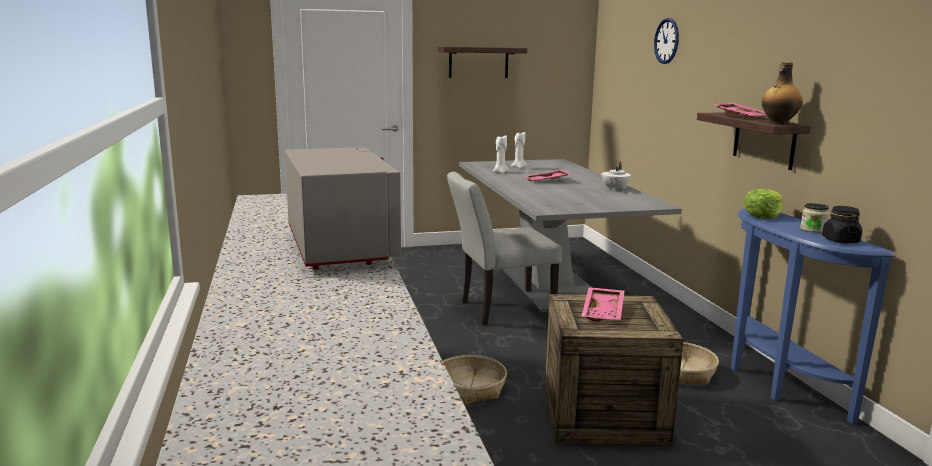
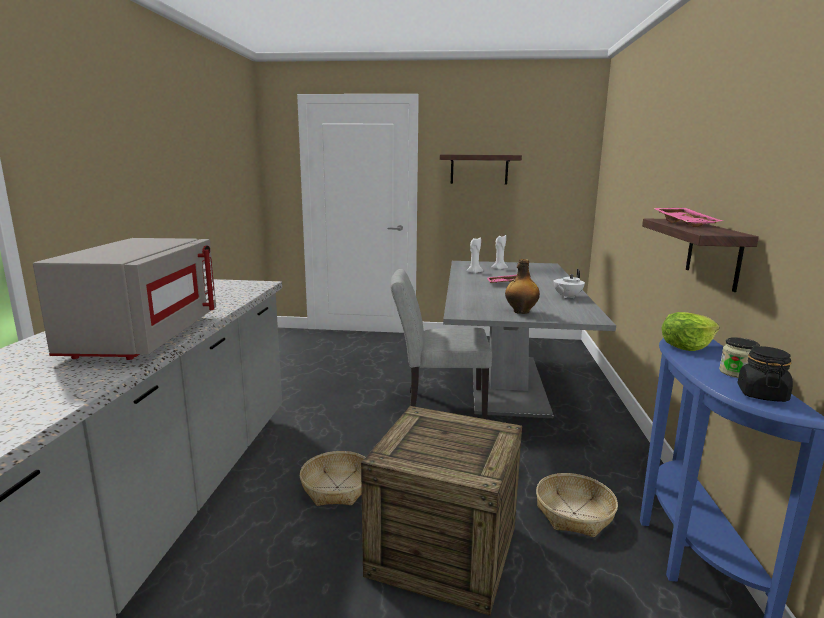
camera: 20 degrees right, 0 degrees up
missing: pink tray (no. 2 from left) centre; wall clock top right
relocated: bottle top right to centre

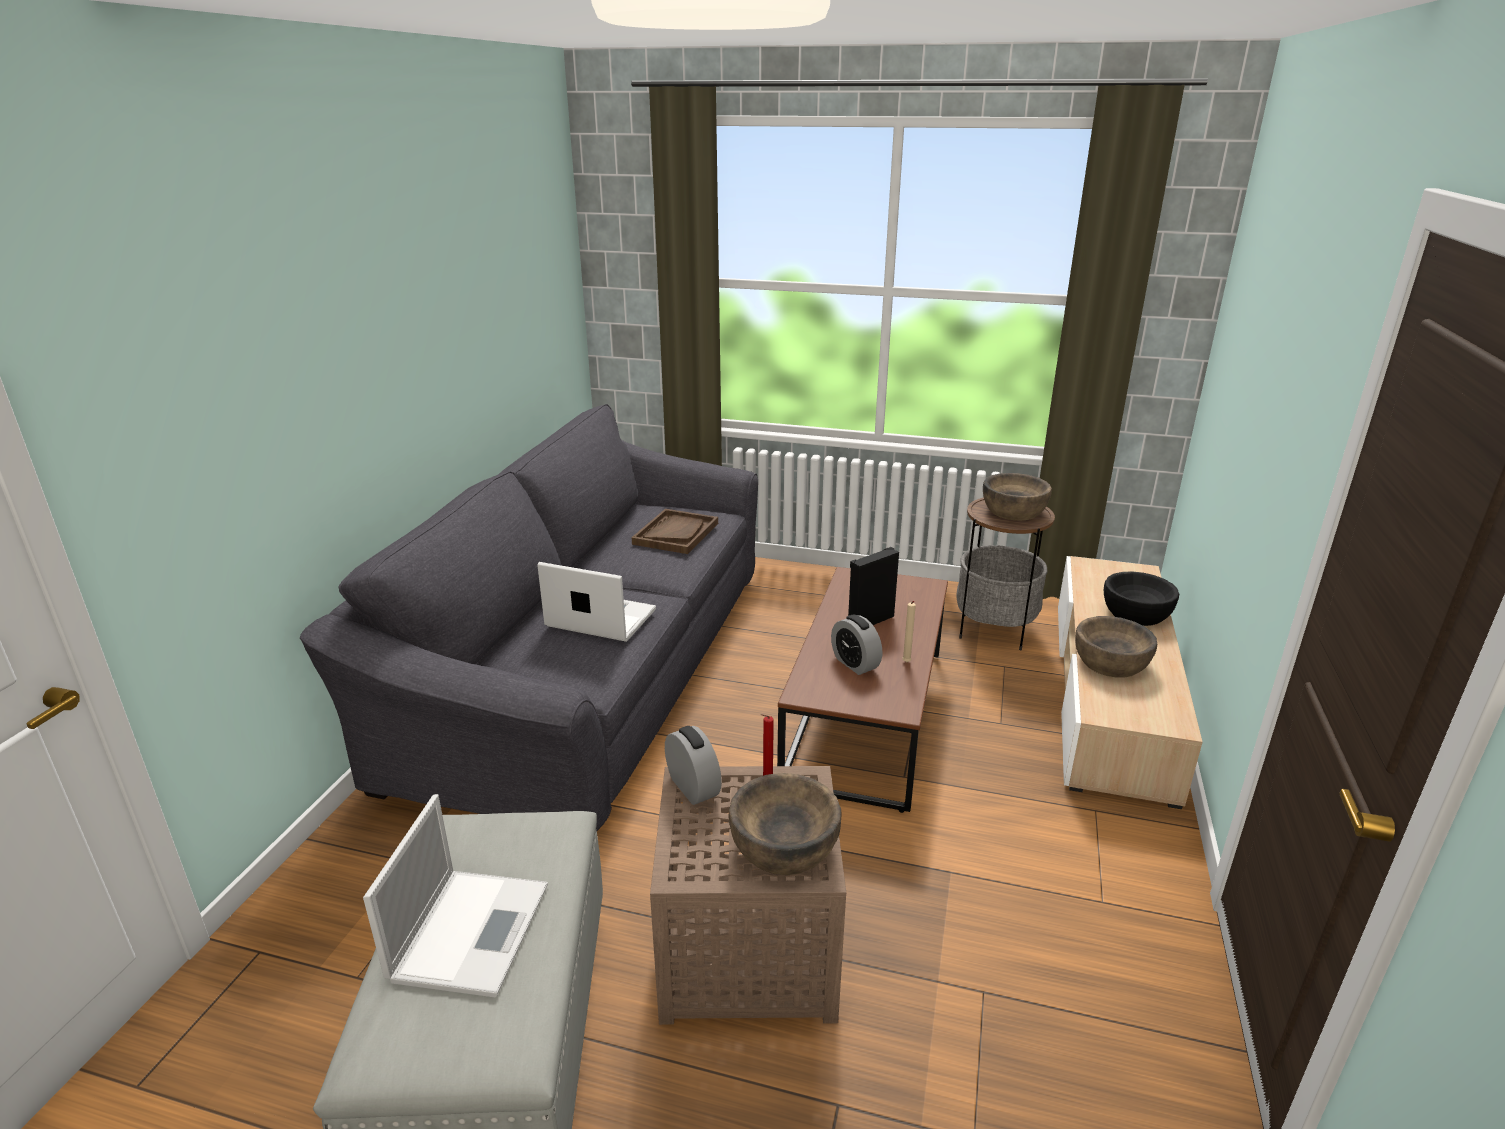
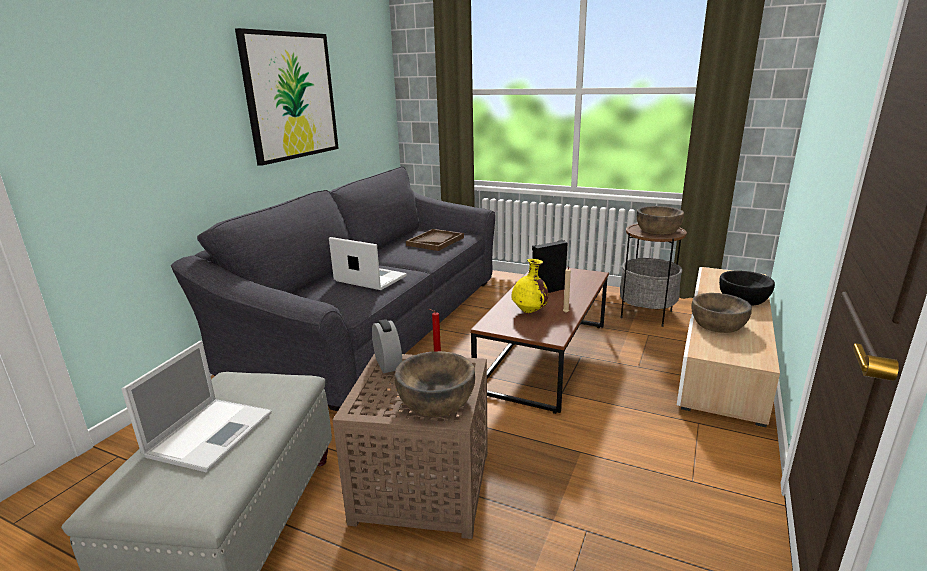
camera: 10 degrees right, 5 degrees down
appeared: picture top left
exchanged: alarm clock (no. 2 from left) centre to yellow vase centre

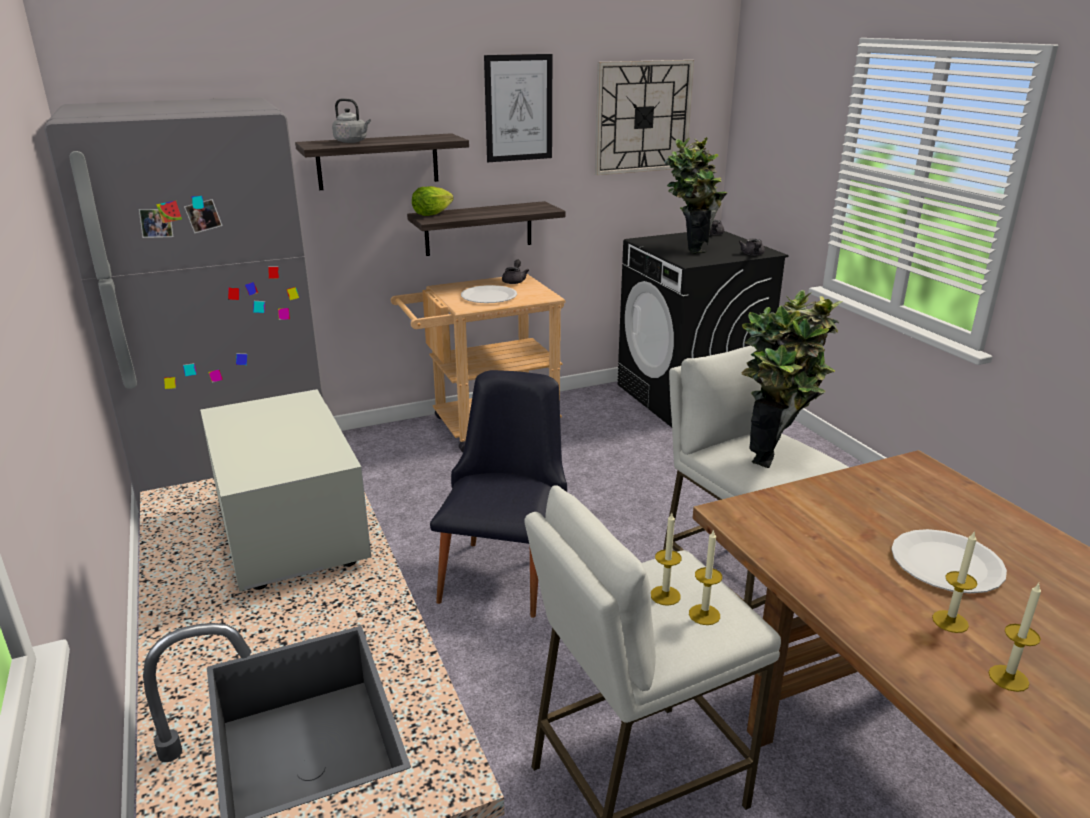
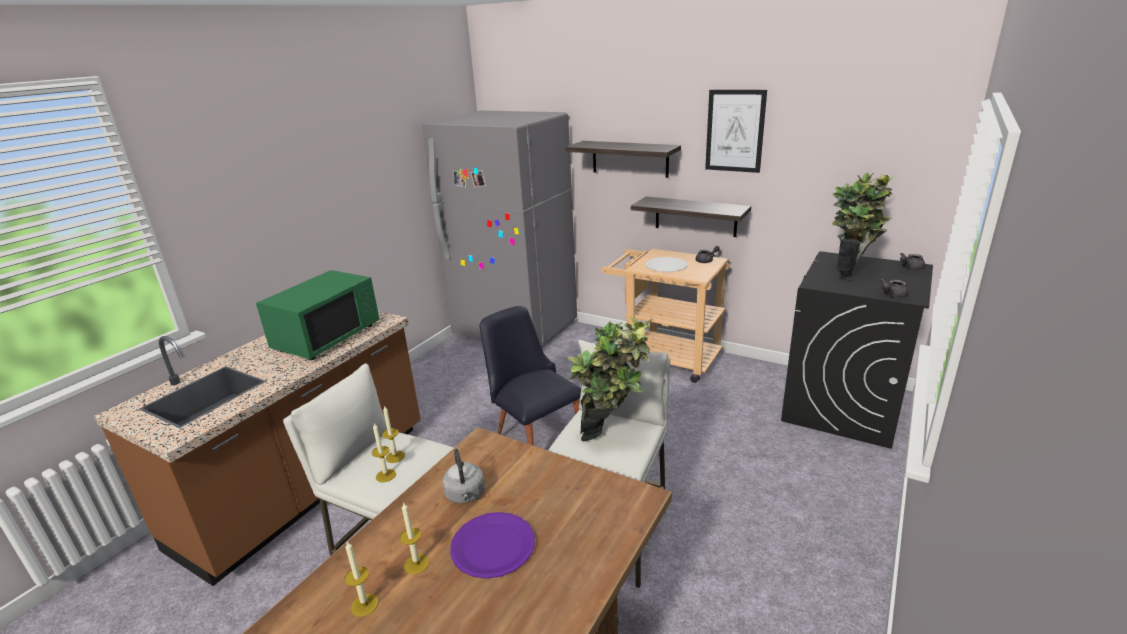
camera: 55 degrees right, 0 degrees up
missing: lettuce top centre; wall clock top centre
relocated: grey kettle top left to bottom centre
colour: white microwave middle left to green microwave middle left; white plate (no. 2 from left) bottom right to purple plate bottom centre
spun: black chair centre = centre 105 degrees counterclockwise

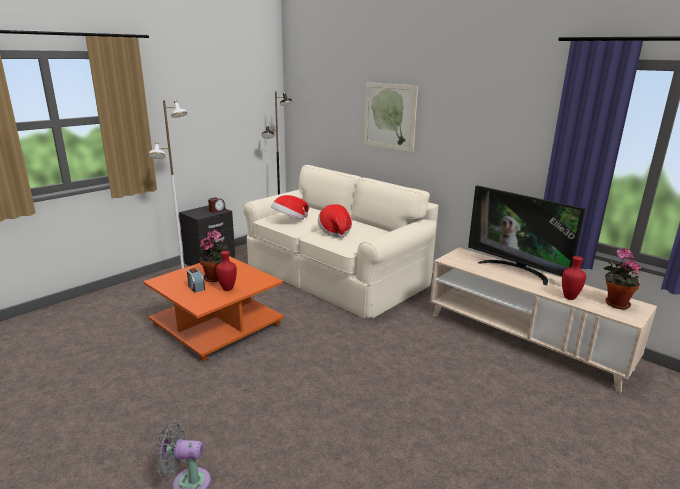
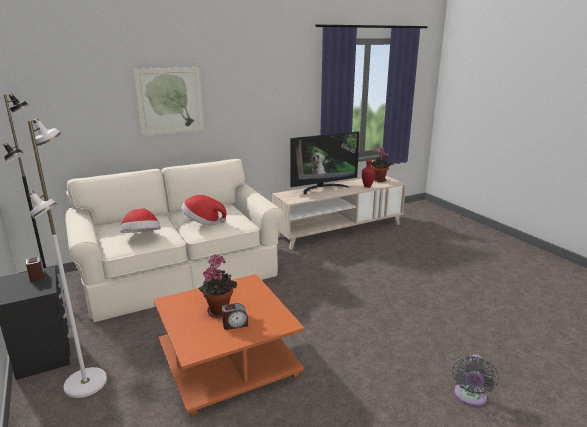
camera: 70 degrees left, 0 degrees up
missing: red vase (no. 1 from left) middle left

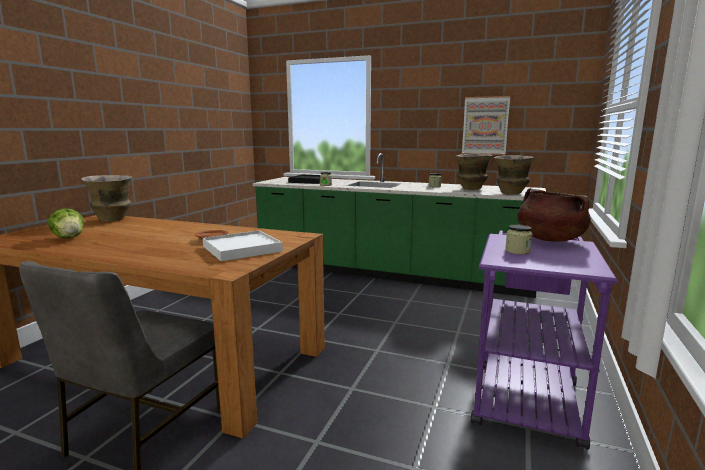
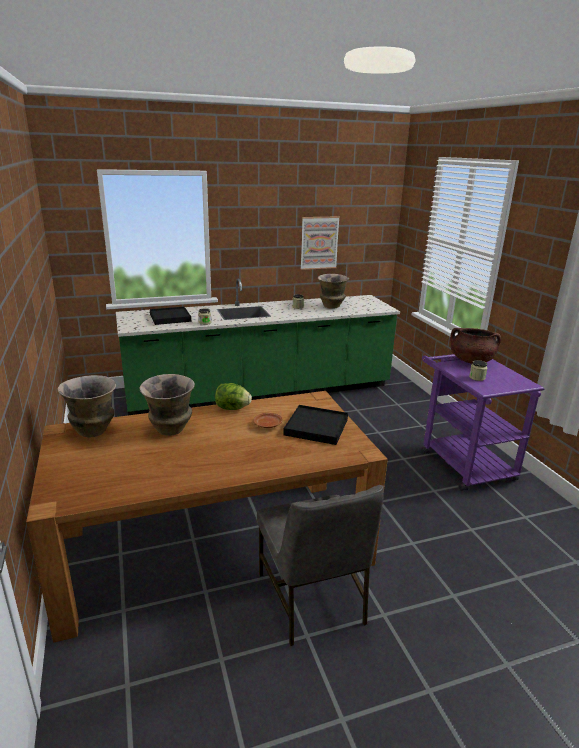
camera: 40 degrees left, 10 degrees up
relocated: vase (no. 3 from left in the first image) middle right to vase (no. 2 from left) middle left; lettuce middle left to centre
colour: white tray centre to black tray (no. 2 from left) centre

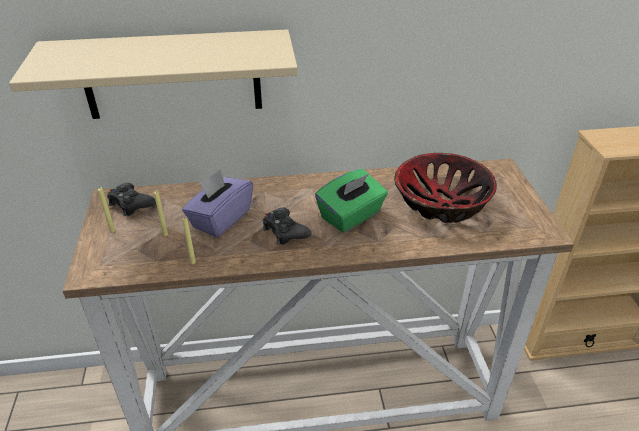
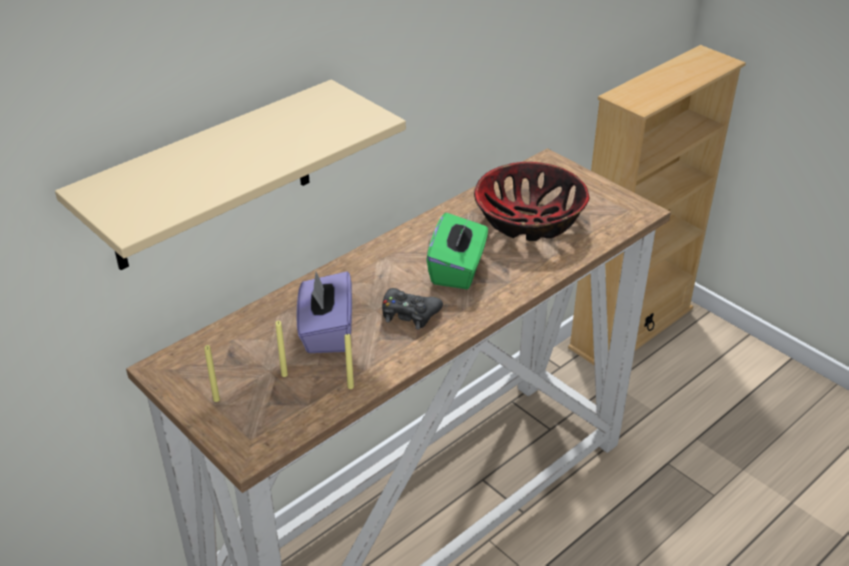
camera: 35 degrees left, 0 degrees up
missing: black game controller (no. 1 from left) middle left

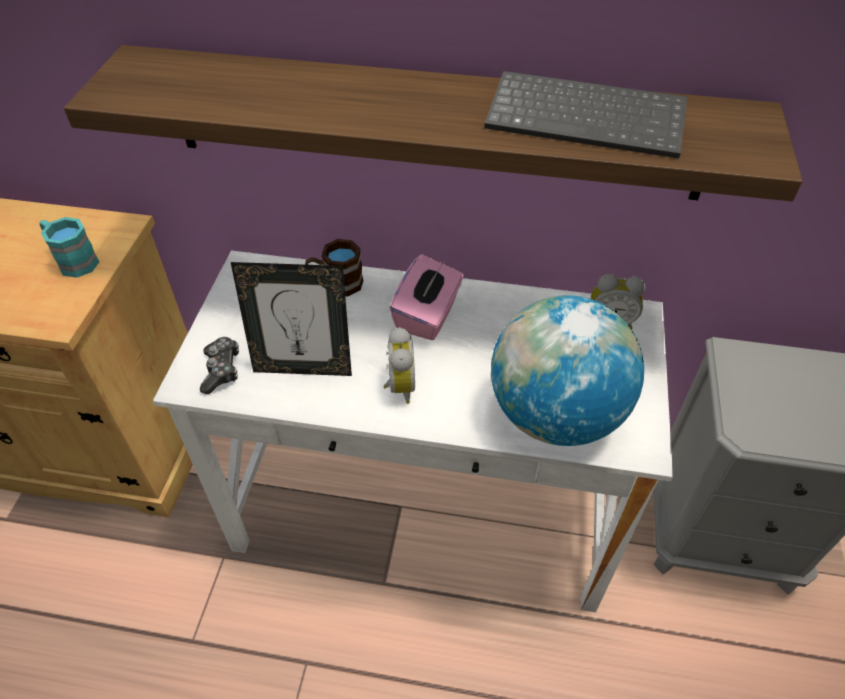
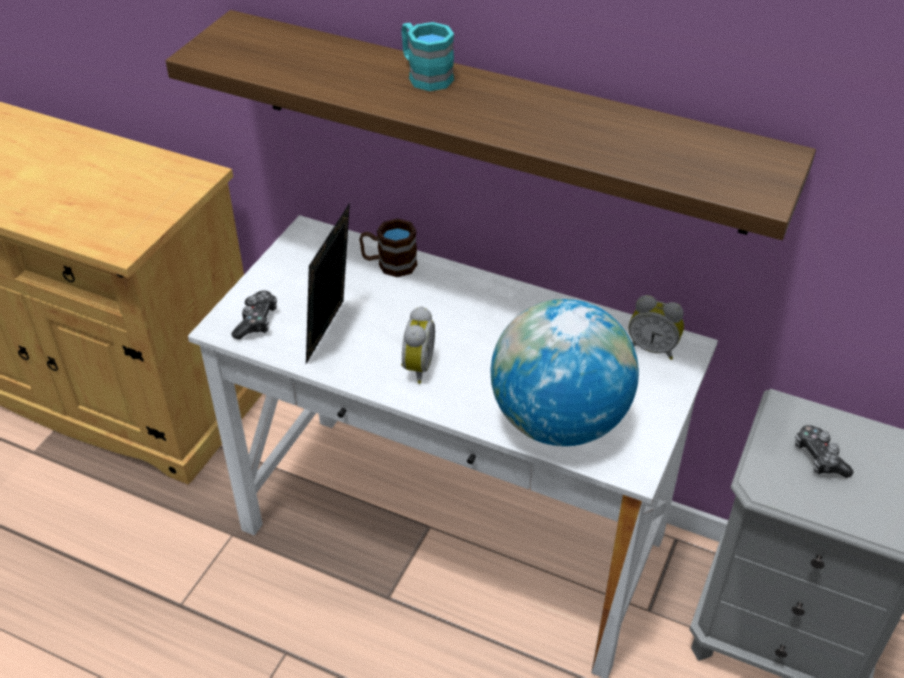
camera: 15 degrees right, 5 degrees down
missing: pink tissue box centre; keyboard top right
appeared: game controller (no. 2 from left) middle right
relocated: turquoise mug middle left to top centre
spun: picture frame centre = centre 90 degrees clockwise

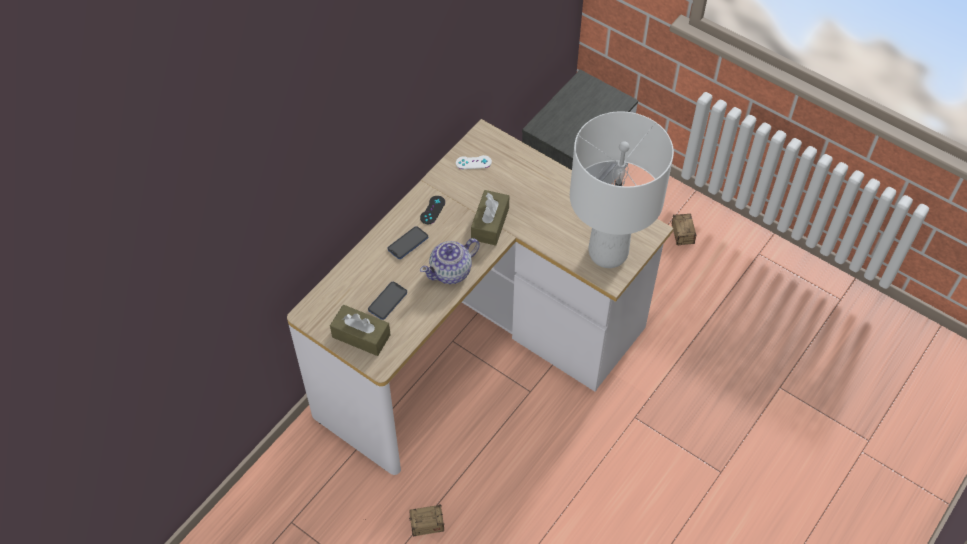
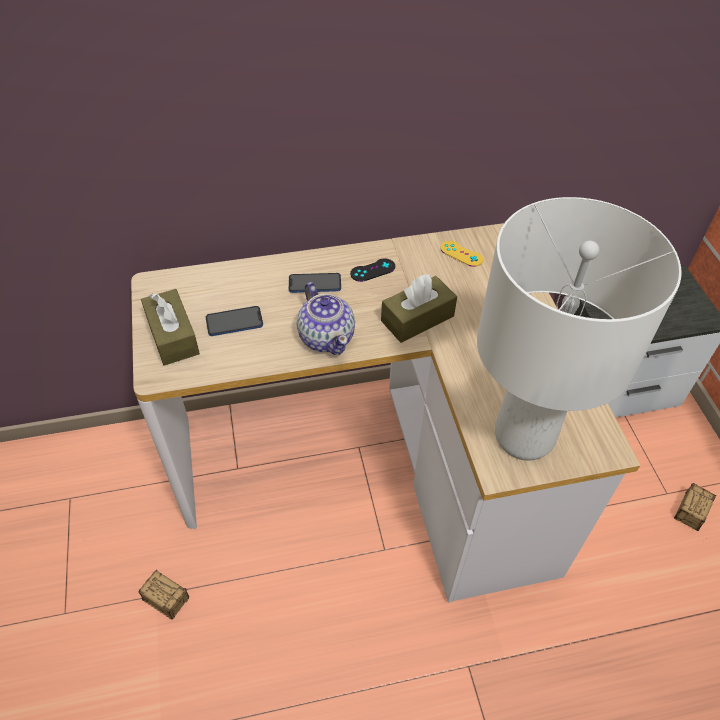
camera: 40 degrees right, 5 degrees down
colour: white game controller top centre to yellow game controller centre
spun: teapot centre = centre 120 degrees counterclockwise

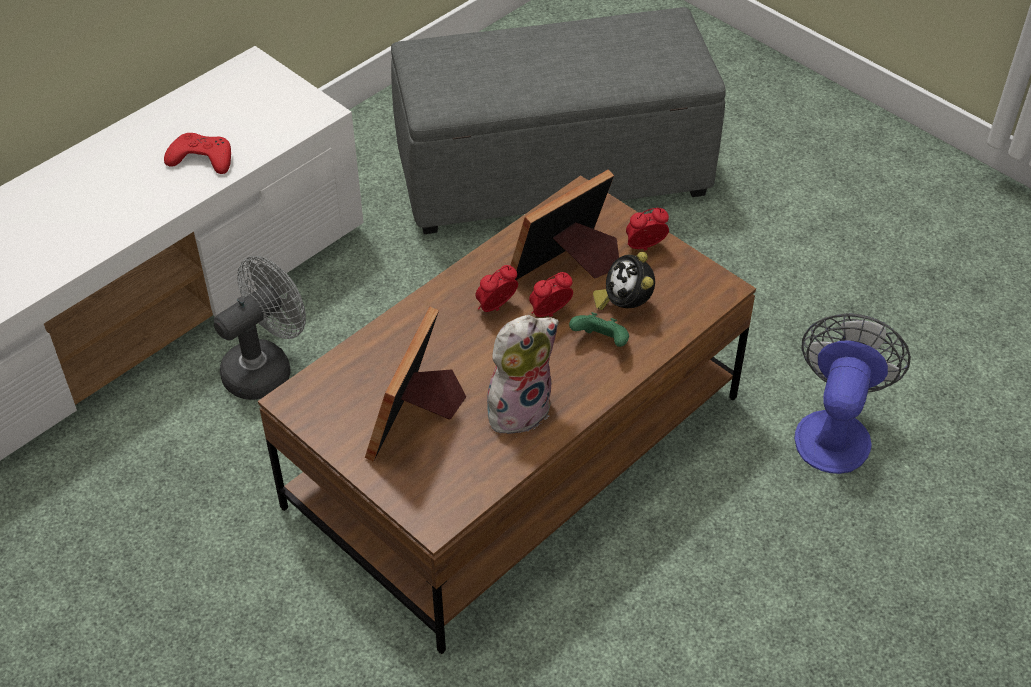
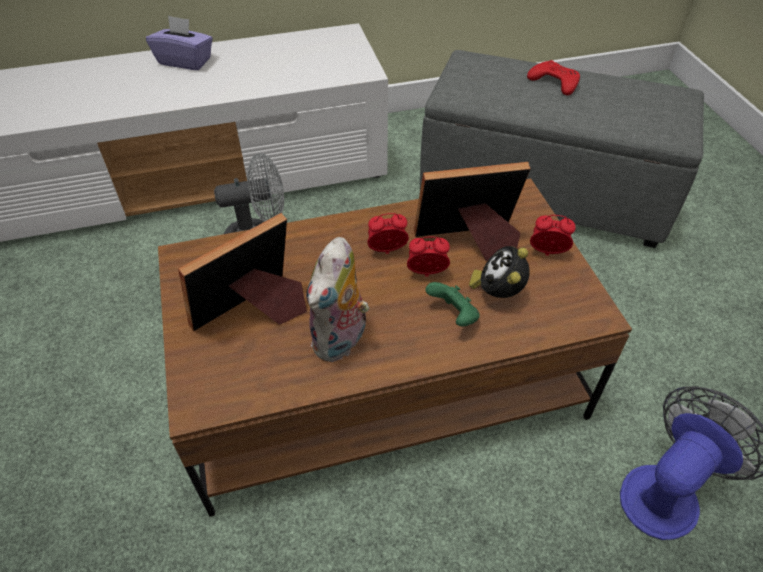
camera: 30 degrees right, 0 degrees up
appeared: purple tissue box top left
relocated: red game controller top left to top right
spun: plush toy centre = centre 120 degrees clockwise

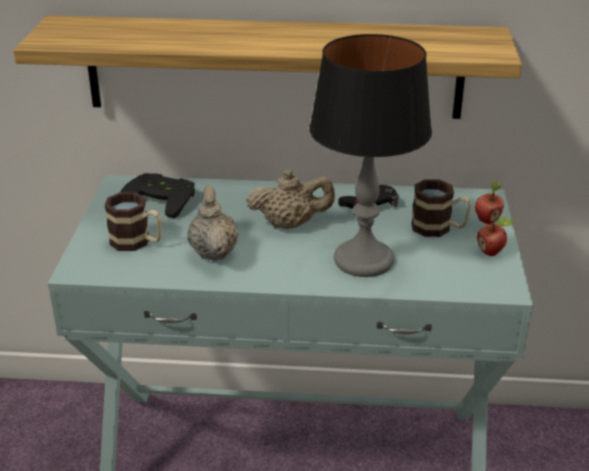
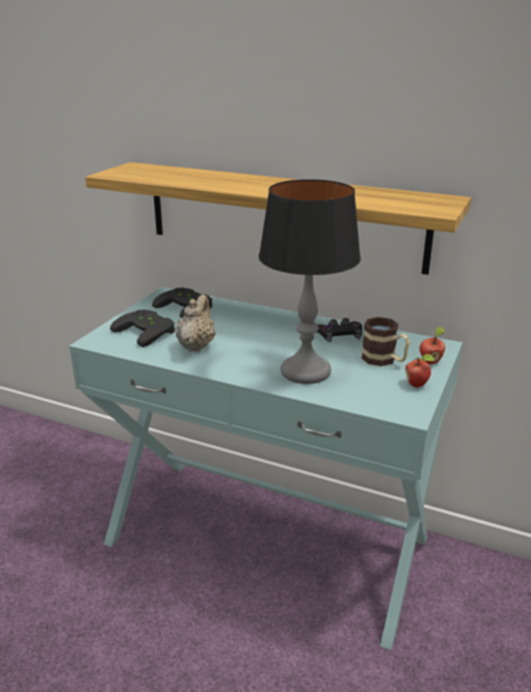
camera: 20 degrees right, 5 degrees down
missing: beige teapot (no. 2 from left) centre
exchanged: mug (no. 1 from left) middle left to black game controller (no. 1 from left) middle left

